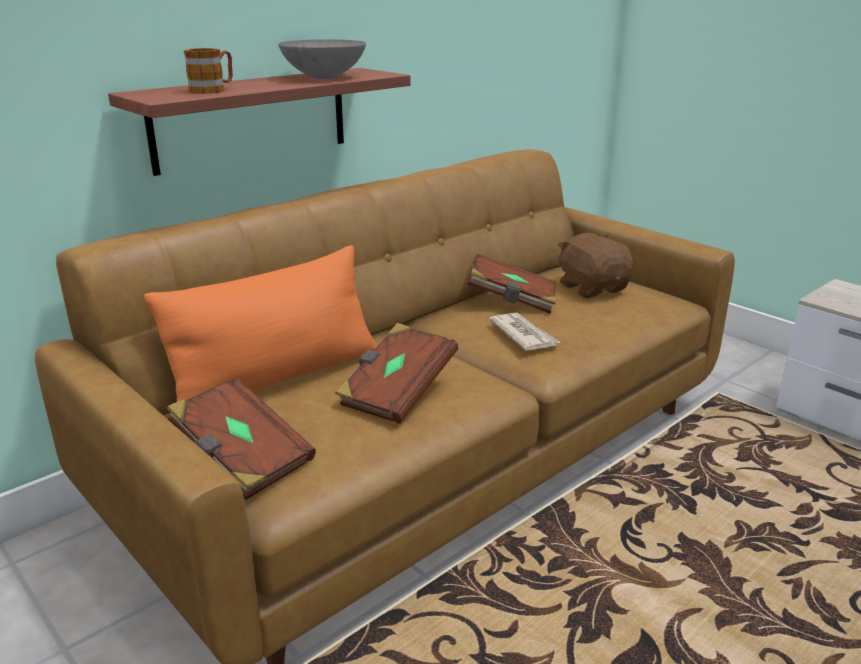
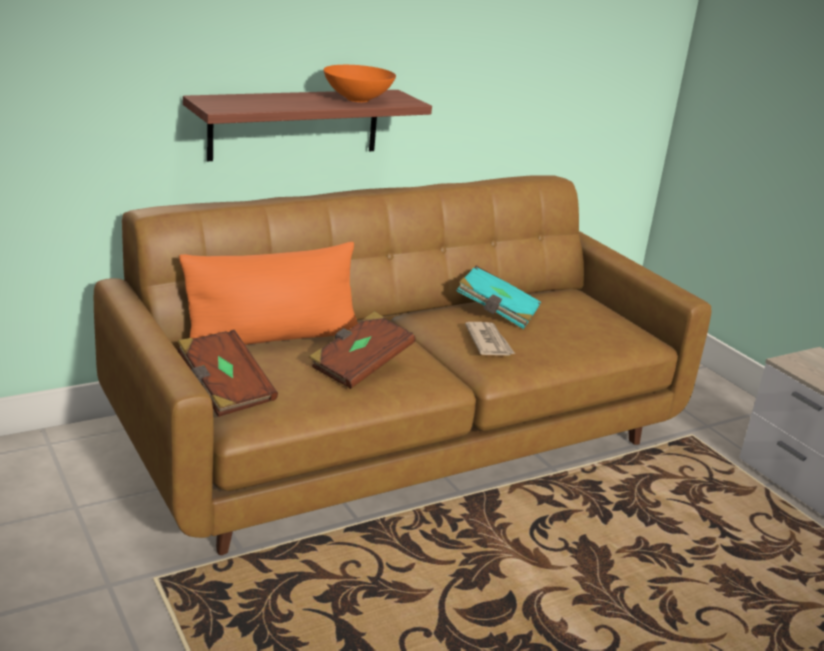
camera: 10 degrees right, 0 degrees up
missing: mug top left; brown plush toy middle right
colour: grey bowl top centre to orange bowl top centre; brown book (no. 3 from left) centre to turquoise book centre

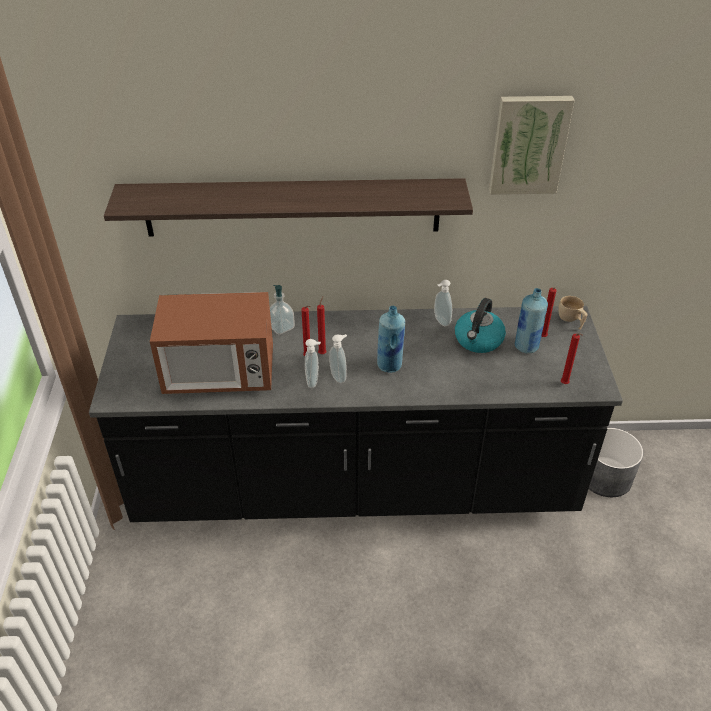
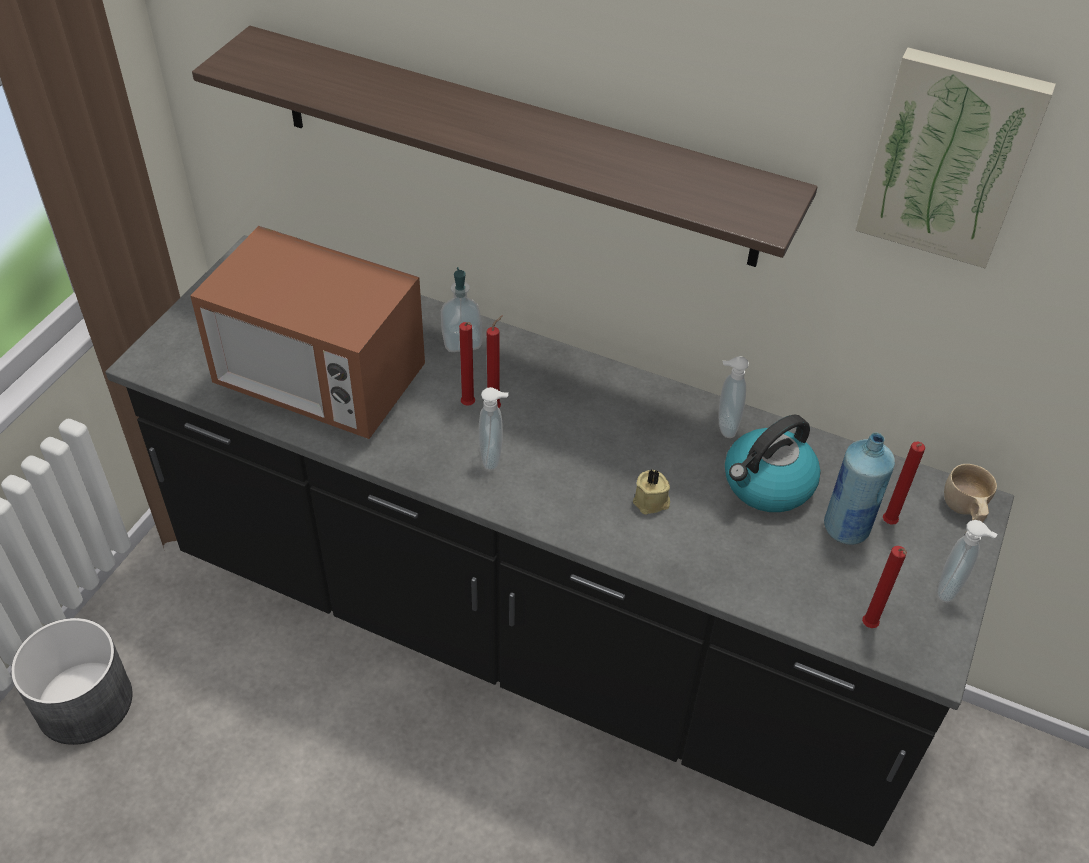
camera: 25 degrees right, 5 degrees up
missing: blue bottle (no. 1 from left) centre
appeared: beige candle centre
relocated: grey planter middle right to bottom left; soap dispenser (no. 2 from left in the first image) centre to soap dispenser (no. 4 from left) middle right

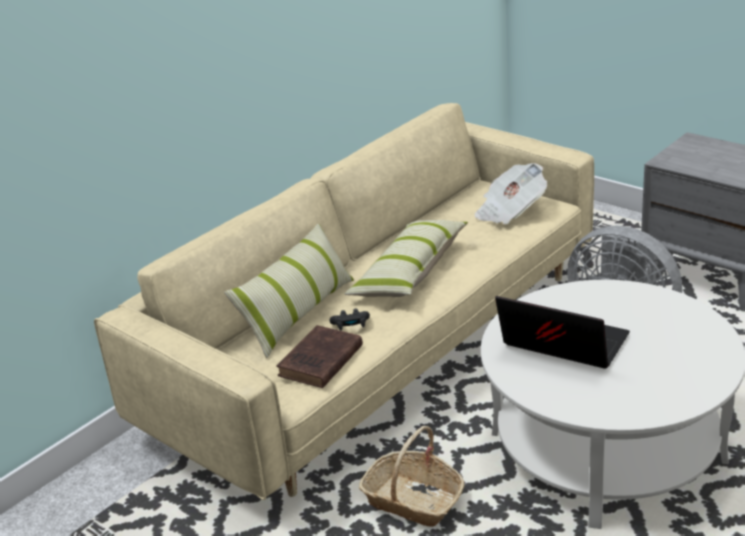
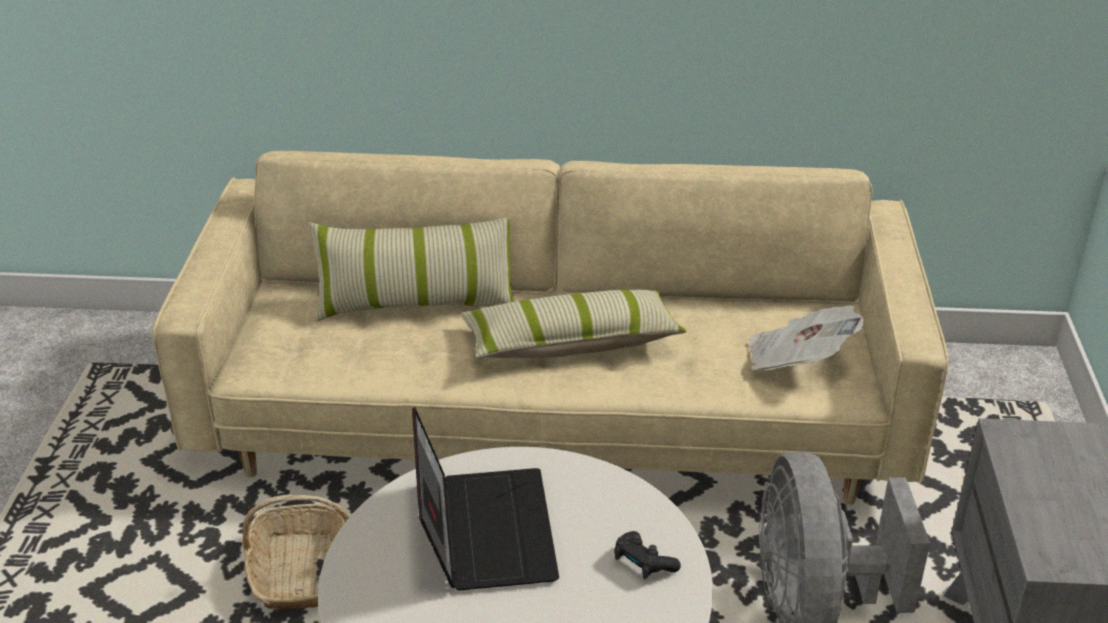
camera: 50 degrees right, 5 degrees up
missing: brown book centre
relocated: black game controller centre to bottom centre

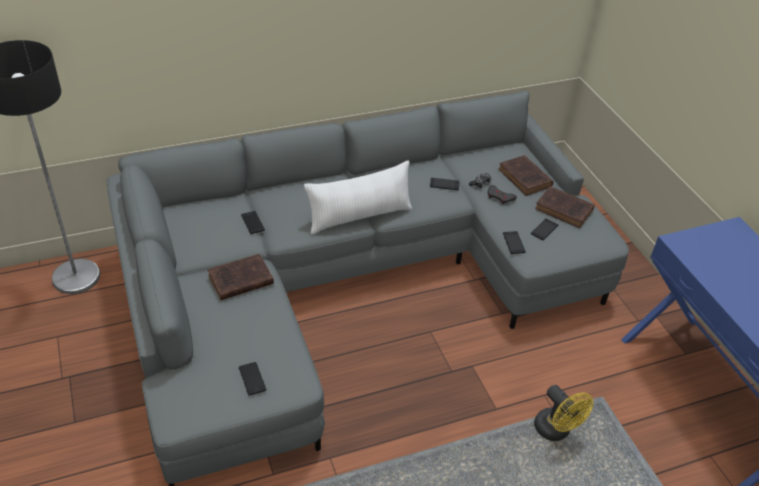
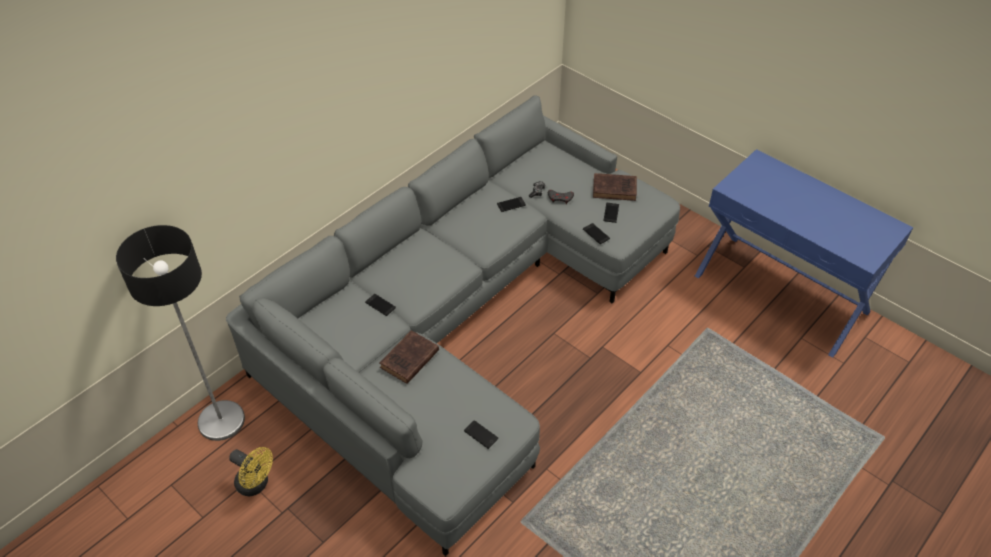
camera: 25 degrees left, 5 degrees up
missing: white pillow centre; brown book (no. 2 from left) middle right
relocated: yellow fan bottom right to bottom left

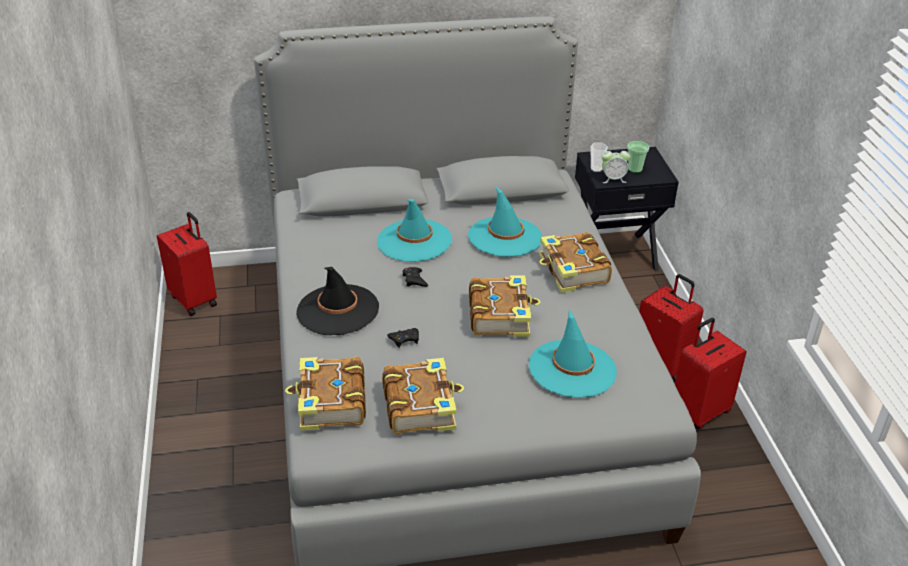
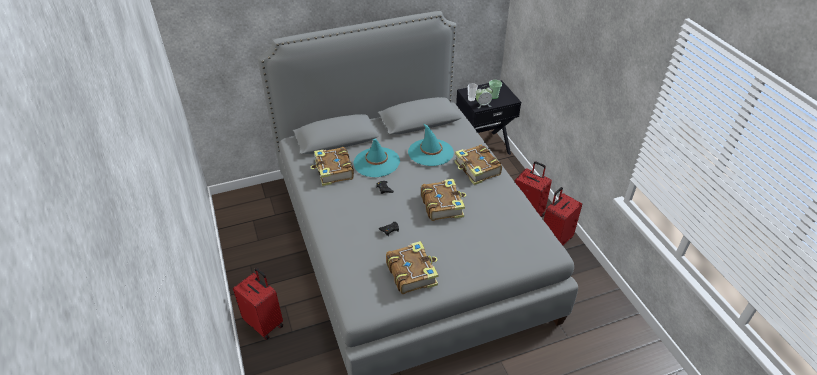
camera: 10 degrees left, 5 degrees up
missing: black hat centre; turquoise hat (no. 3 from left) centre
relocated: red suitcase (no. 1 from left) middle left to bottom left; book (no. 1 from left) bottom centre to centre

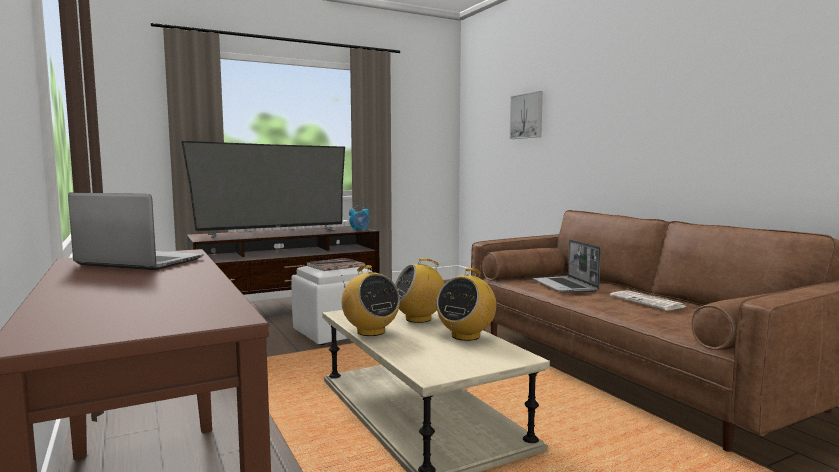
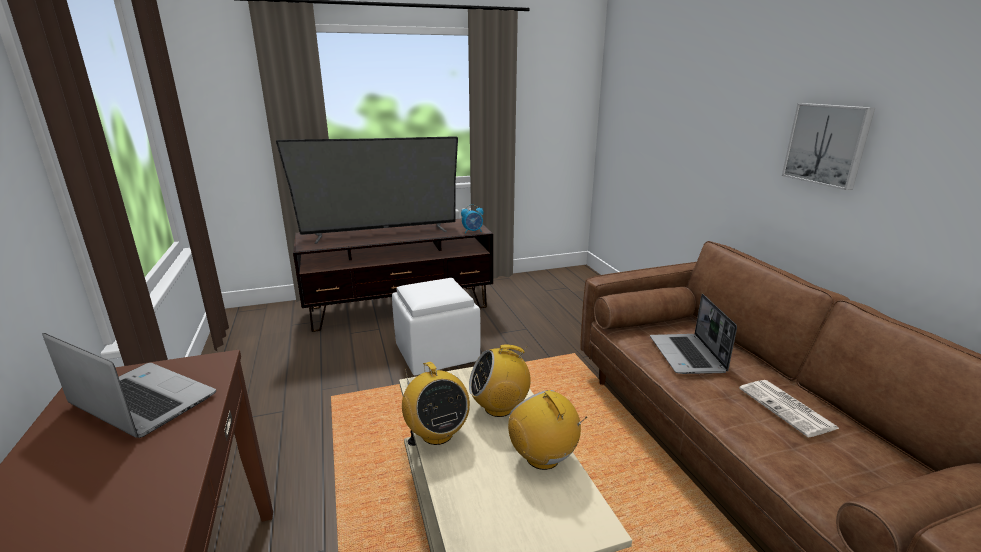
camera: 10 degrees right, 15 degrees up
missing: book centre
relocated: picture top centre to top right
spun: radio (no. 3 from left) centre = bottom centre 105 degrees clockwise

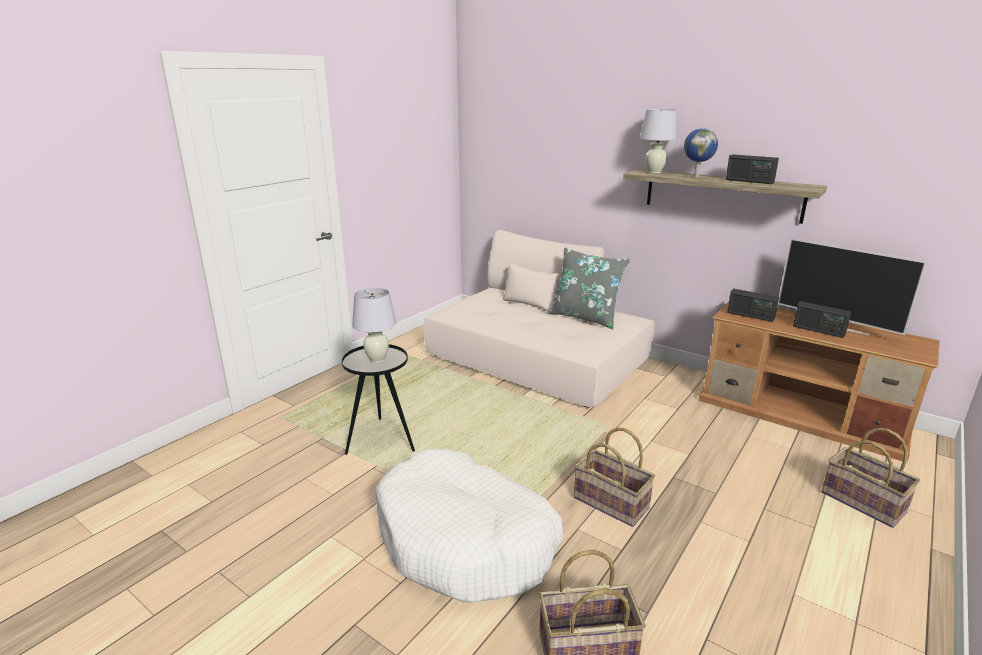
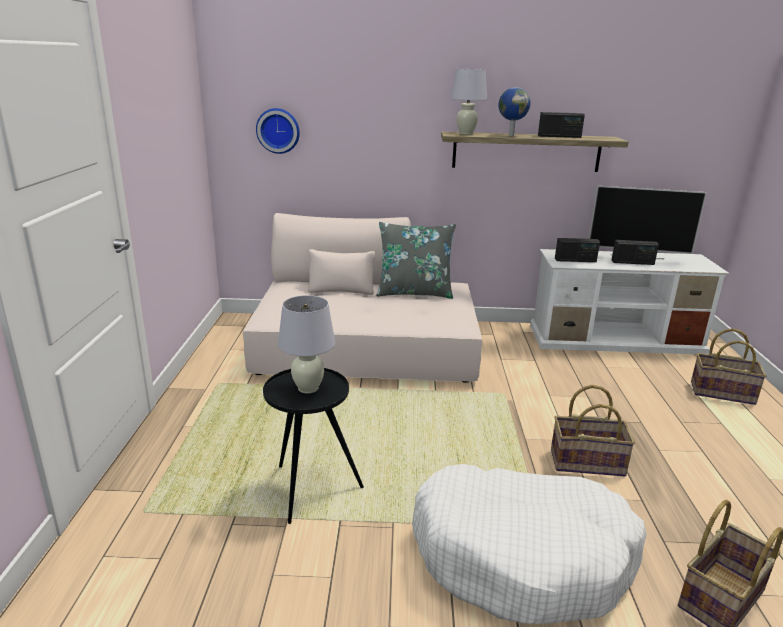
camera: 35 degrees left, 0 degrees up
appeared: wall clock top centre
colour: brown tv stand middle right to white tv stand middle right

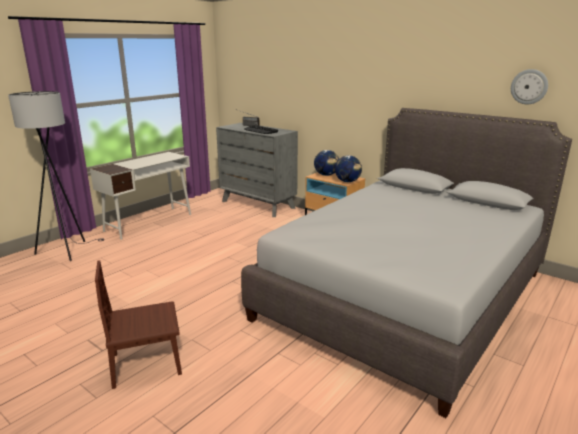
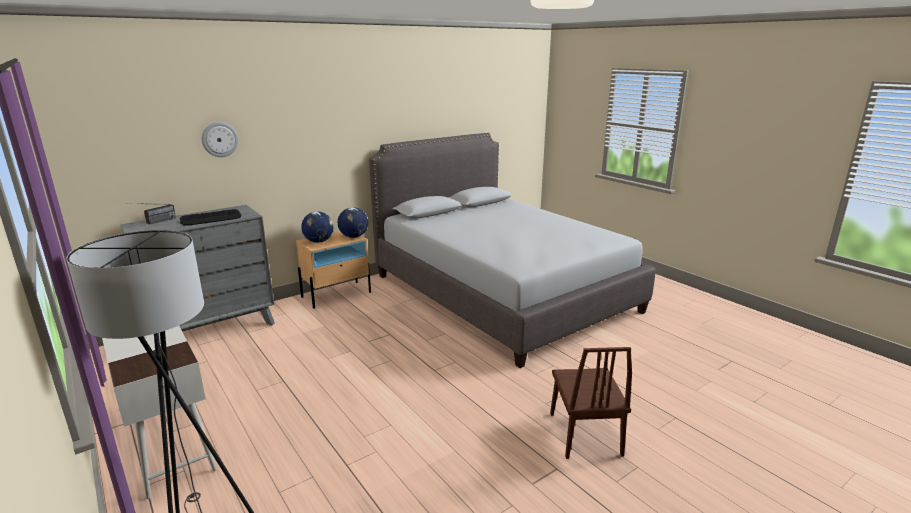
camera: 75 degrees left, 0 degrees up
relocated: wall clock top right to top left

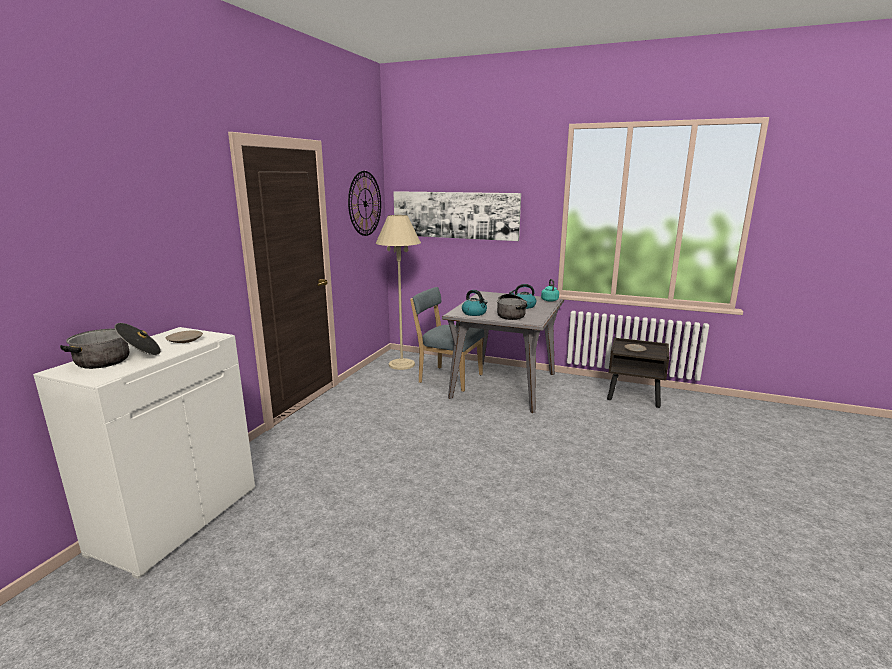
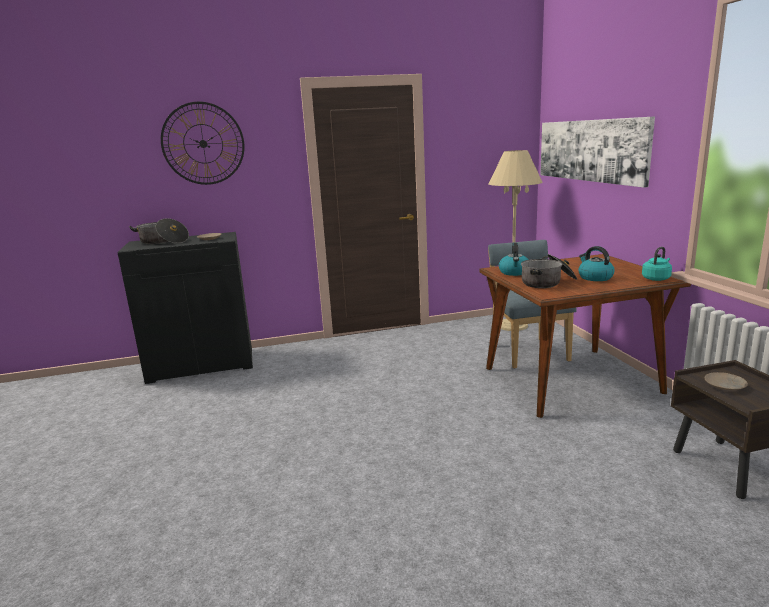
camera: 55 degrees right, 0 degrees up
relocated: wall clock top centre to top left
colour: white cabinet bottom left to black cabinet middle left; grey dining table centre to brown dining table middle right

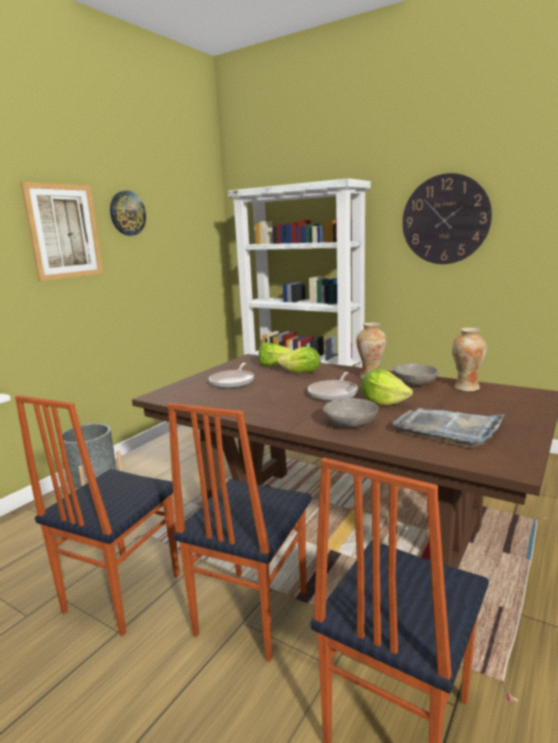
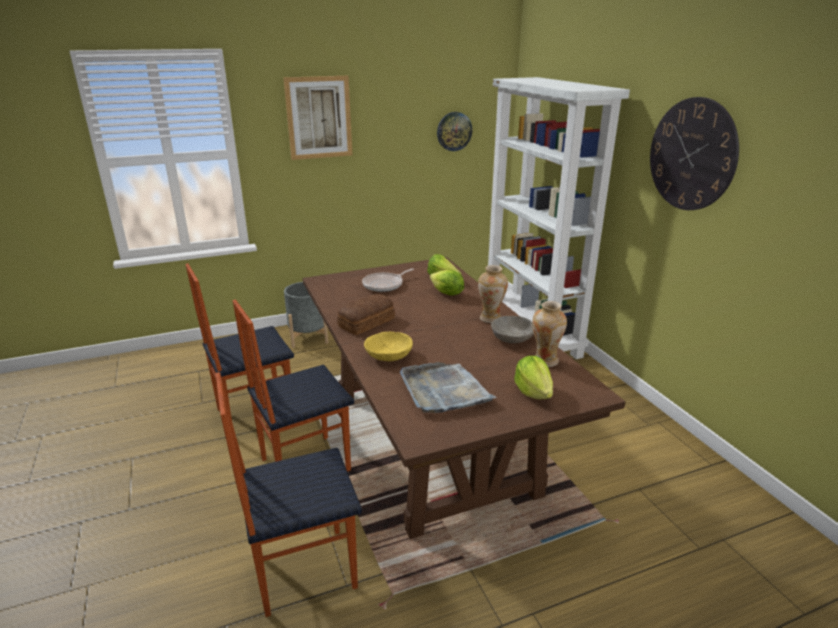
camera: 35 degrees right, 10 degrees up
missing: frying pan (no. 2 from left) centre
appeared: bread centre
relocated: wall clock (no. 1 from left) top left to top centre; lettuce (no. 3 from left) middle right to centre
colour: grey bowl (no. 1 from left) centre to yellow bowl centre

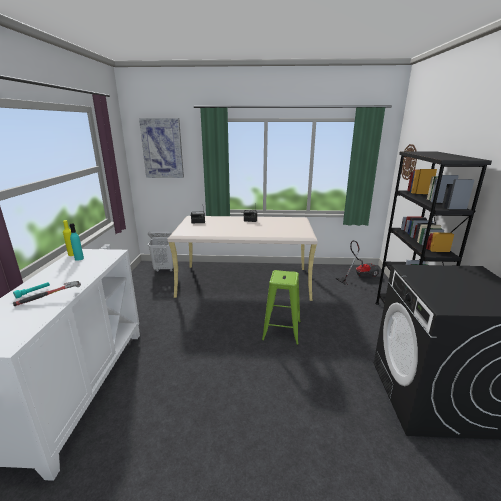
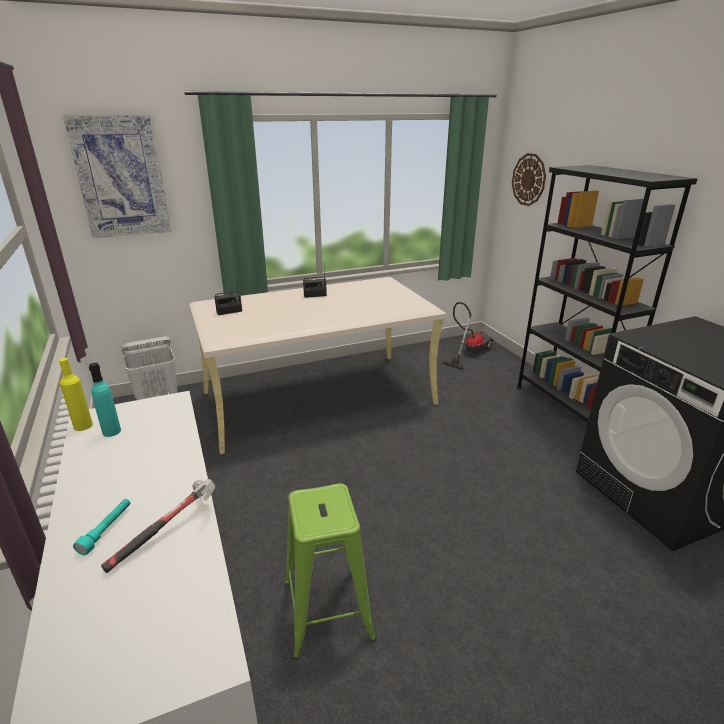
camera: 25 degrees left, 5 degrees up
relocated: green stool centre to bottom centre

